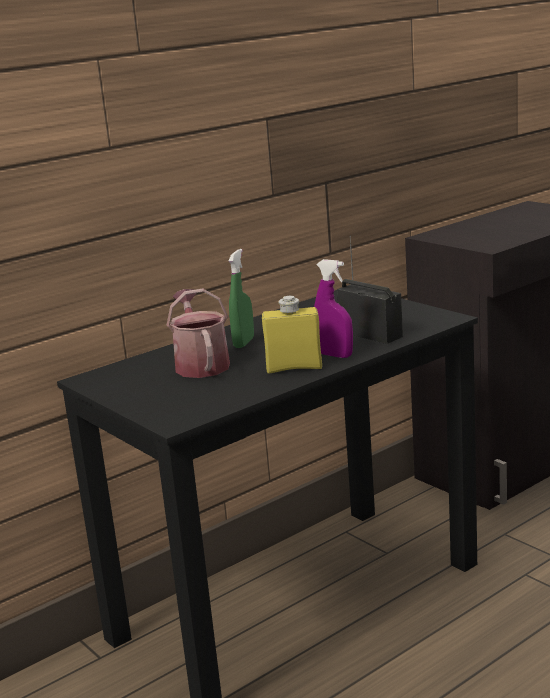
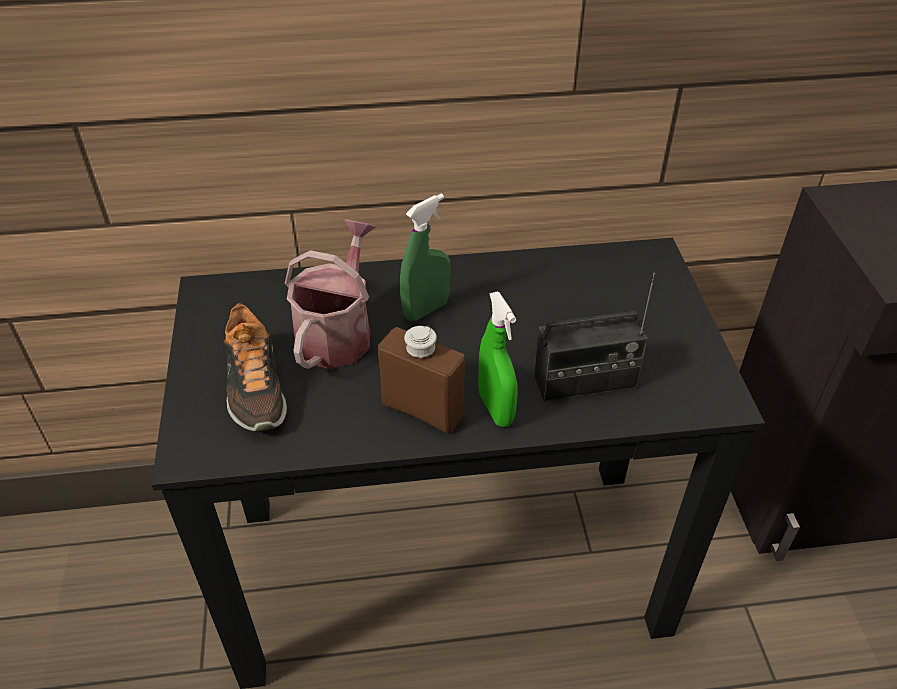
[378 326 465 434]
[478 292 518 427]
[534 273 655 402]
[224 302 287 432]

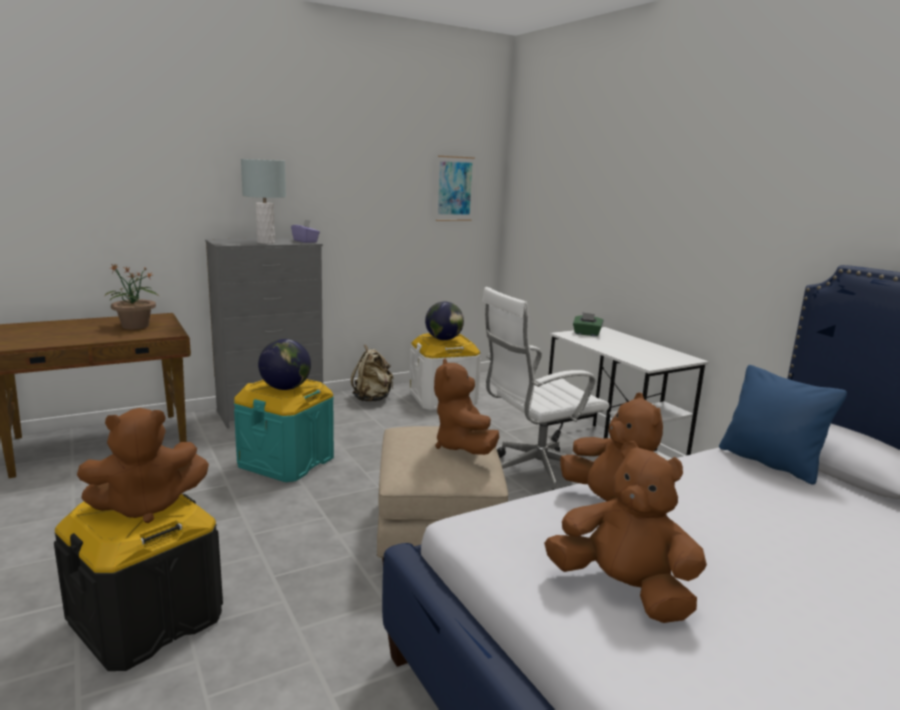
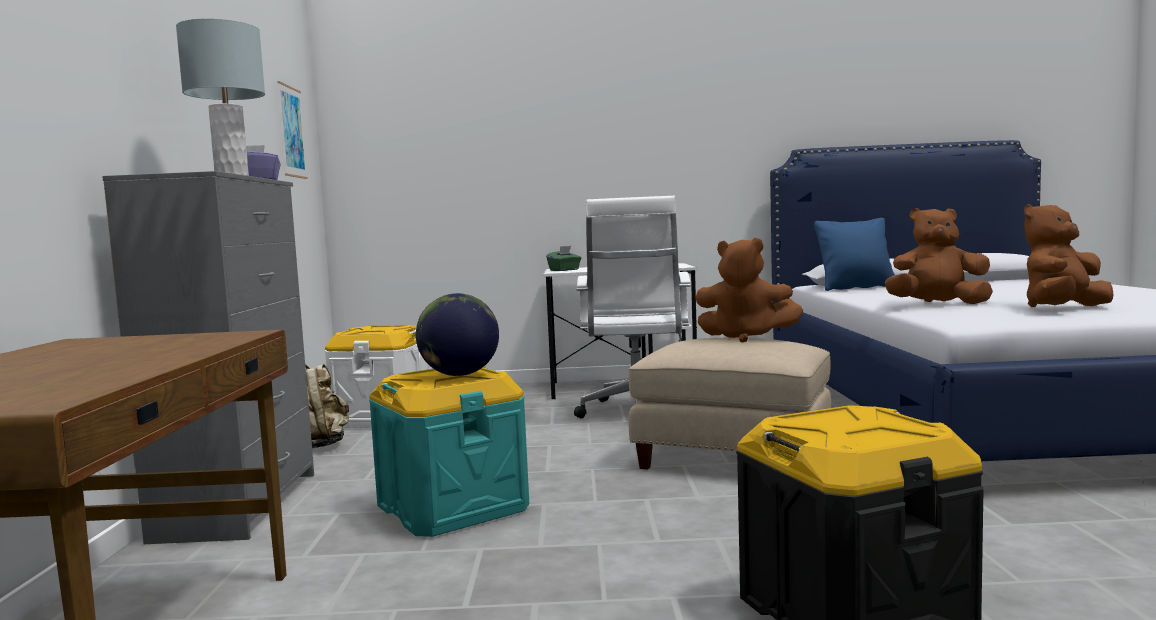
[77 408 209 523] (first image)
[105 264 160 329] (first image)
[425 302 464 340] (first image)

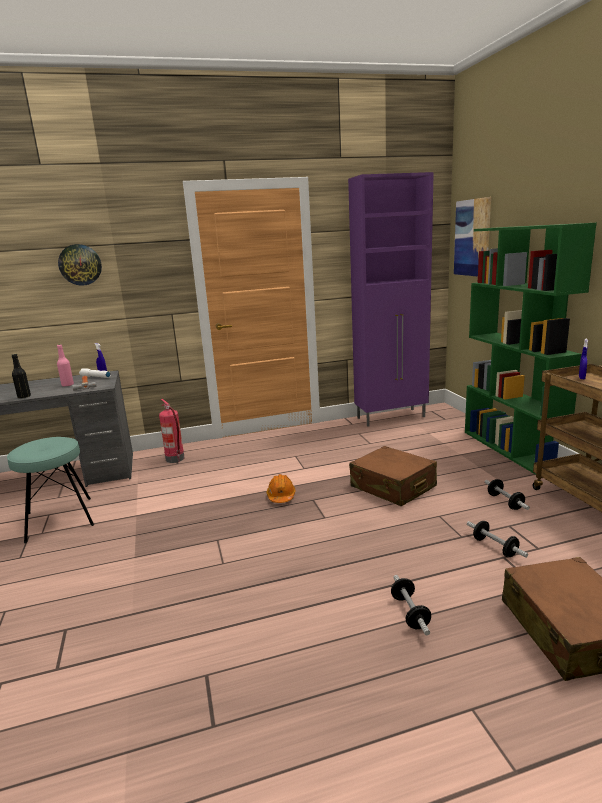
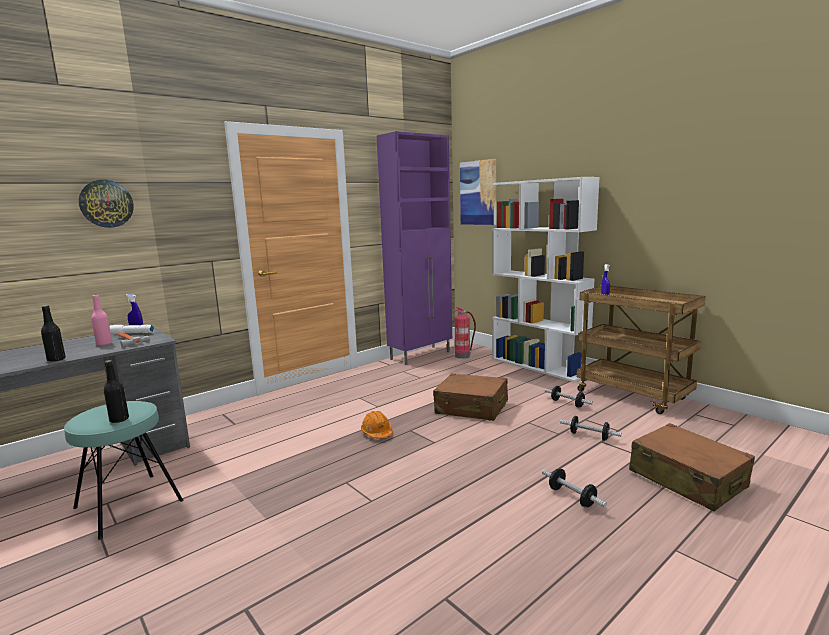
[453 306 476 359]
[492 177 600 382]
[103 360 129 423]

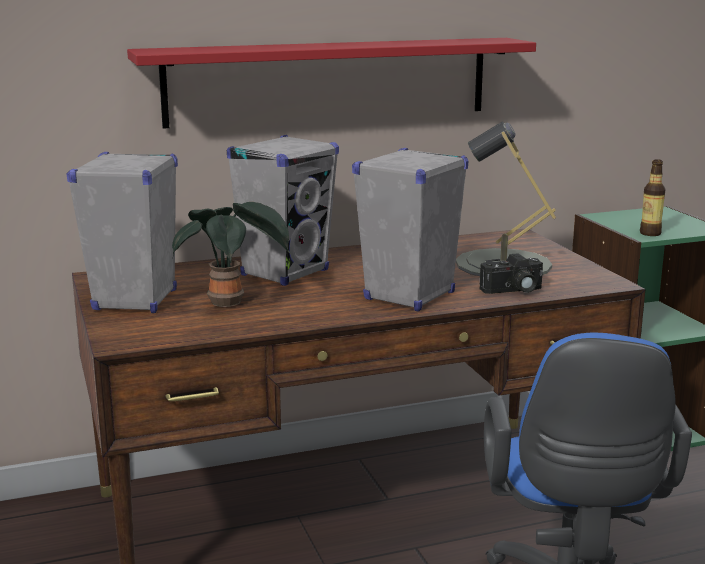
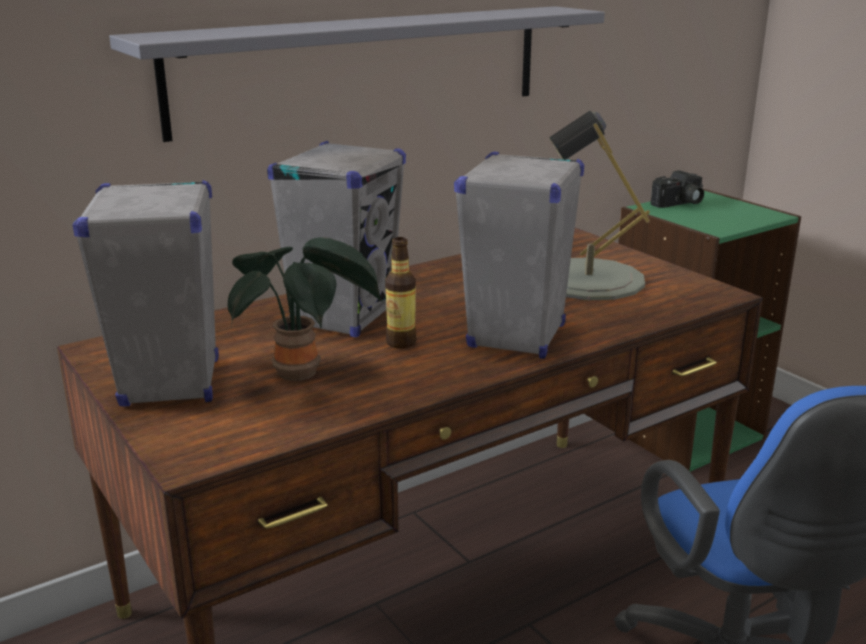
[109 6 605 142]
[651 170 704 208]
[385 237 417 349]

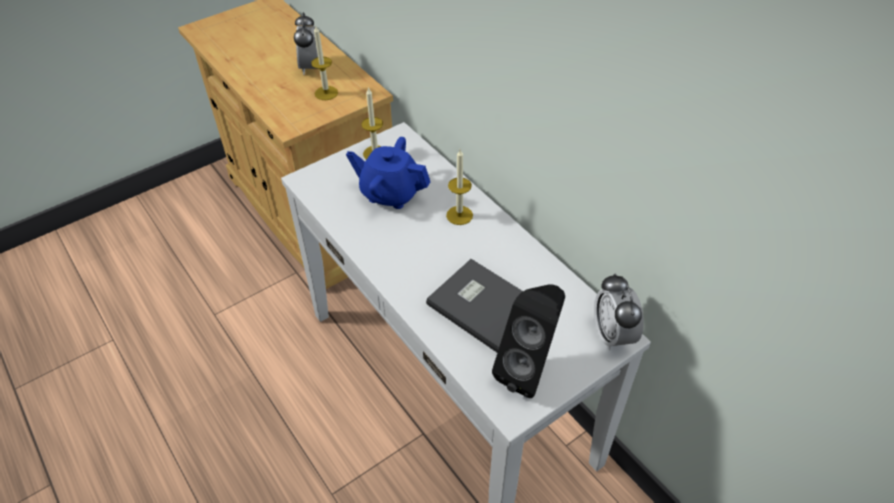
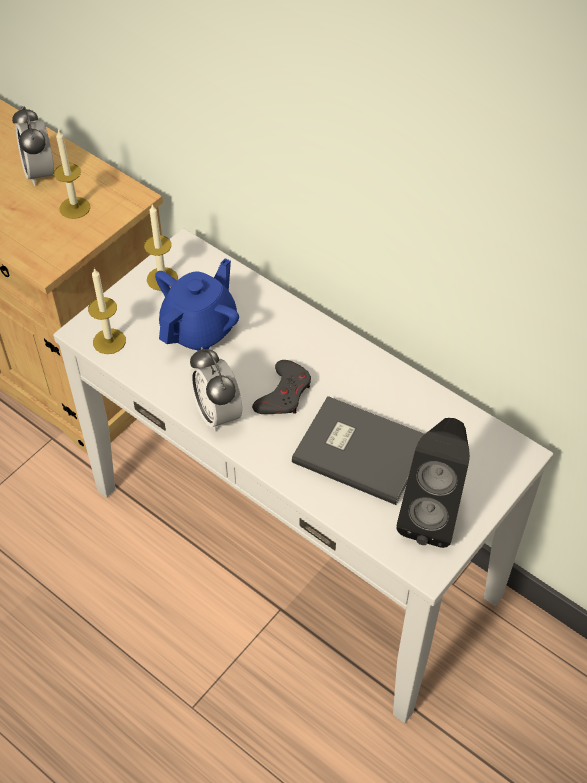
[155 258 239 351]
[88 268 126 354]
[190 347 242 432]
[252 360 311 414]

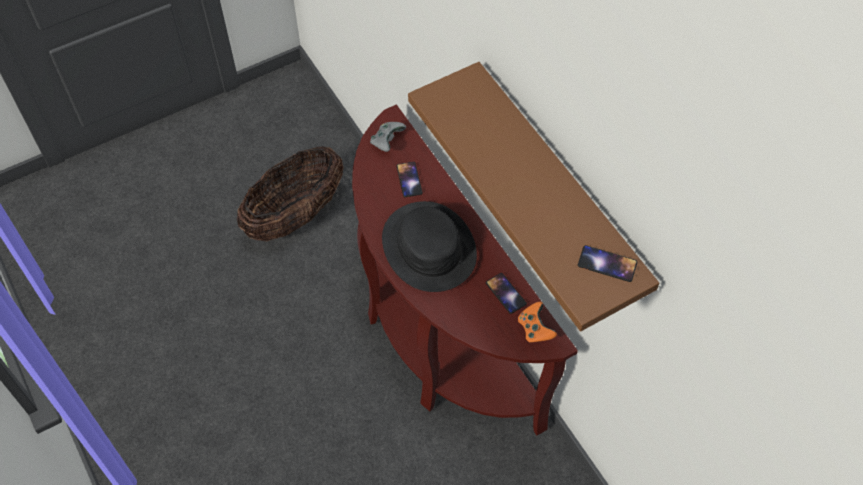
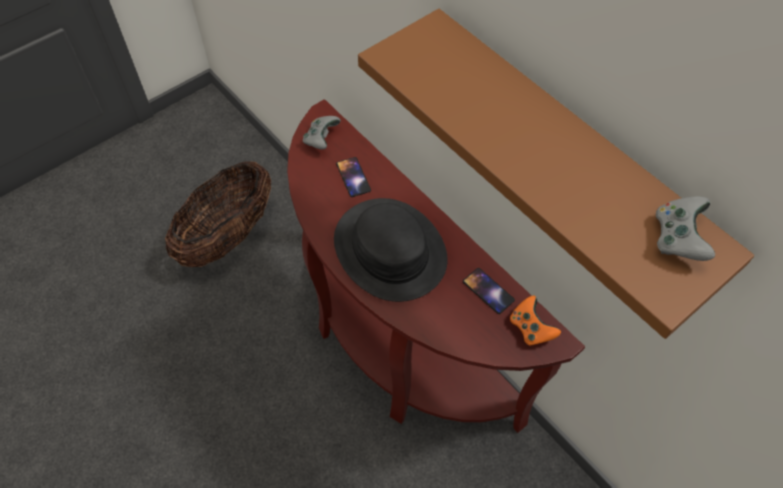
[656 196 715 261]

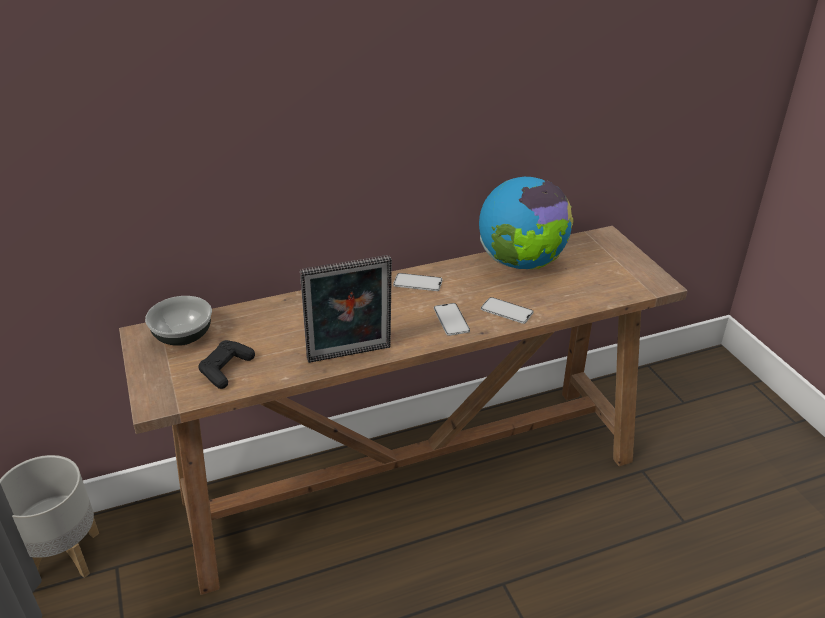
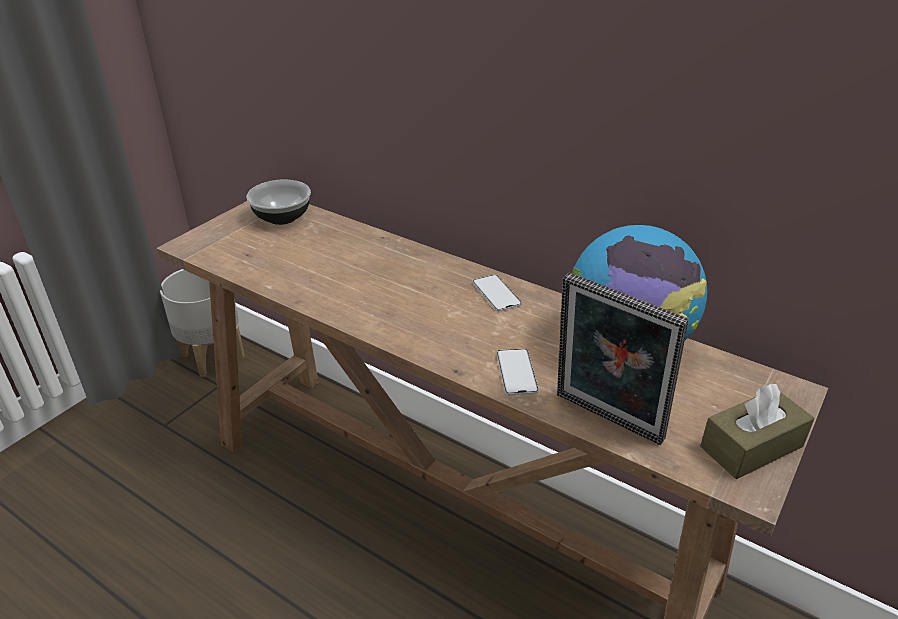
[198 340 255 389] (first image)
[557 272 689 445]
[434 303 470 336] (first image)
[700 383 814 479]

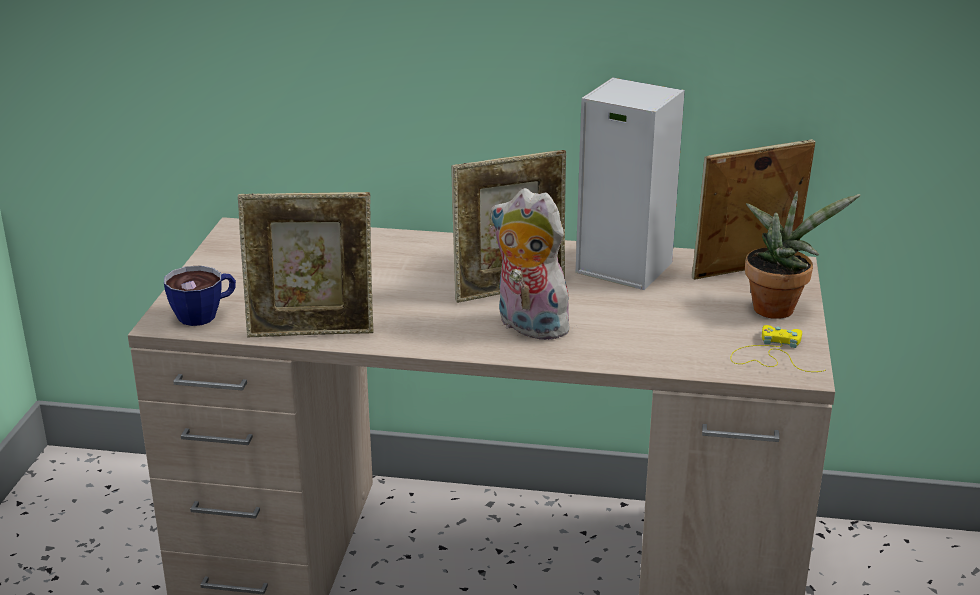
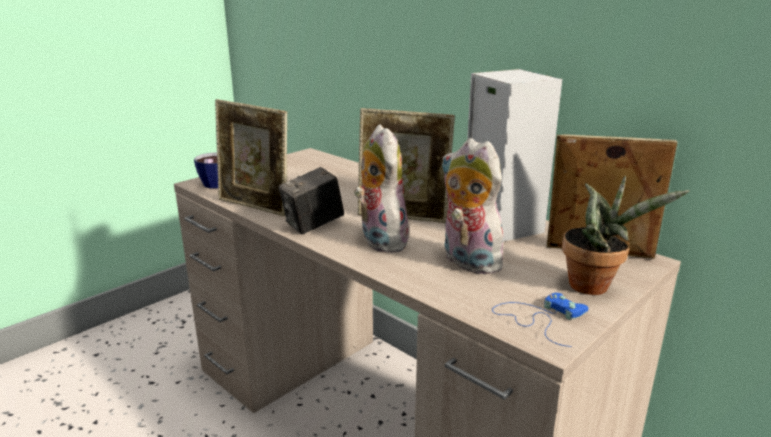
[492 293 588 347]
[278 167 344 234]
[441 138 506 274]

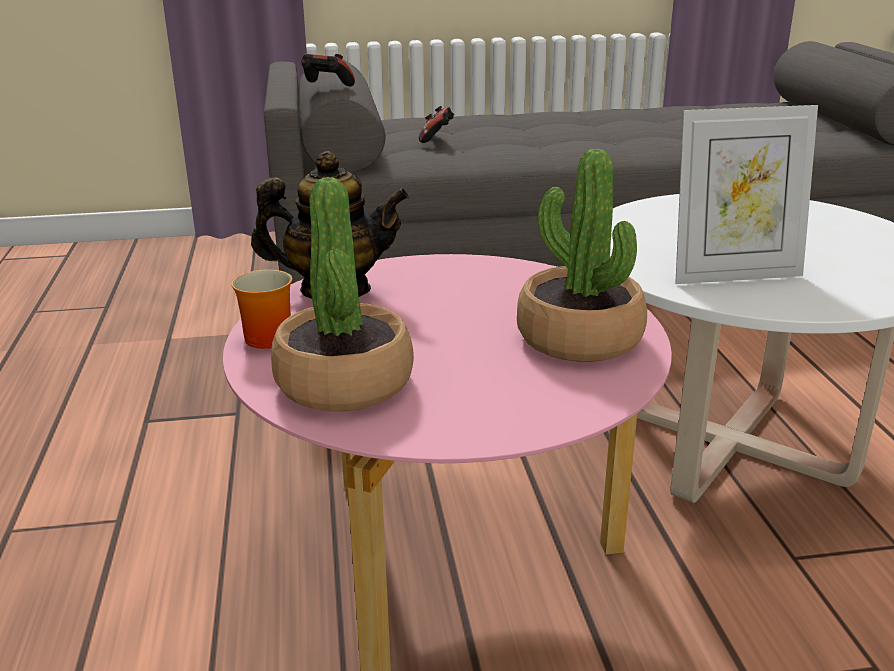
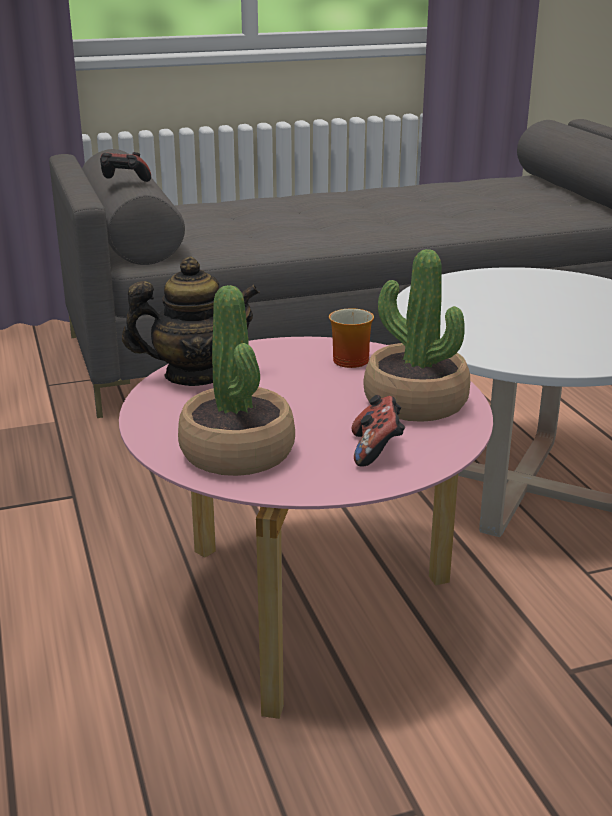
[329 309 374 368]
[351 395 405 467]
[675 105 818 284] (first image)

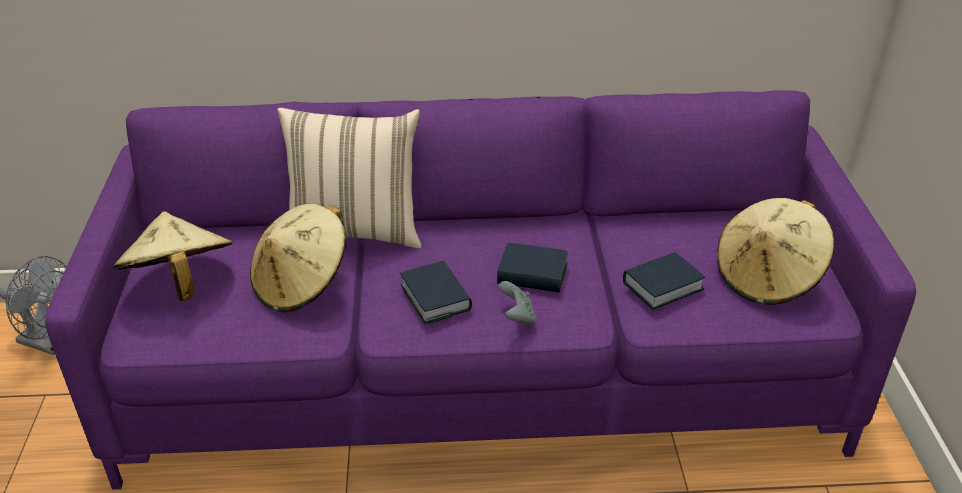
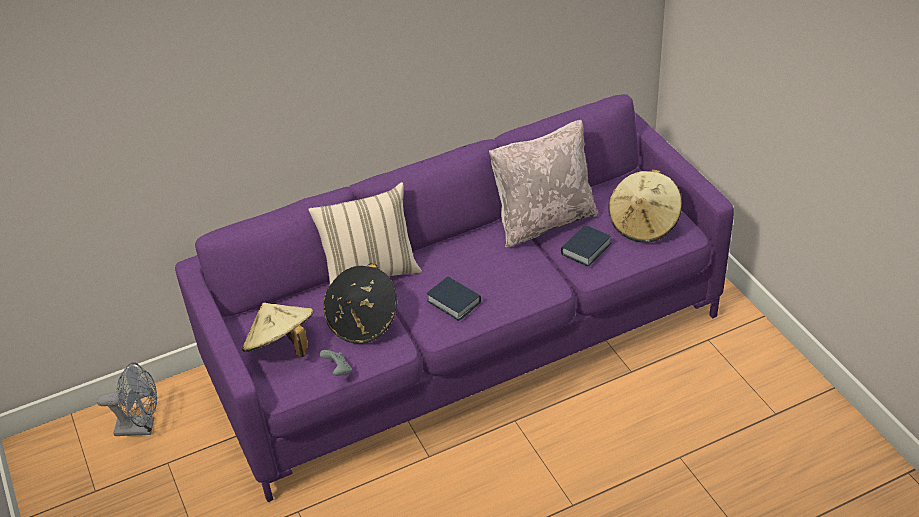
[323 263 397 344]
[497 243 568 292] (first image)
[319 350 352 376]
[489 120 598 248]

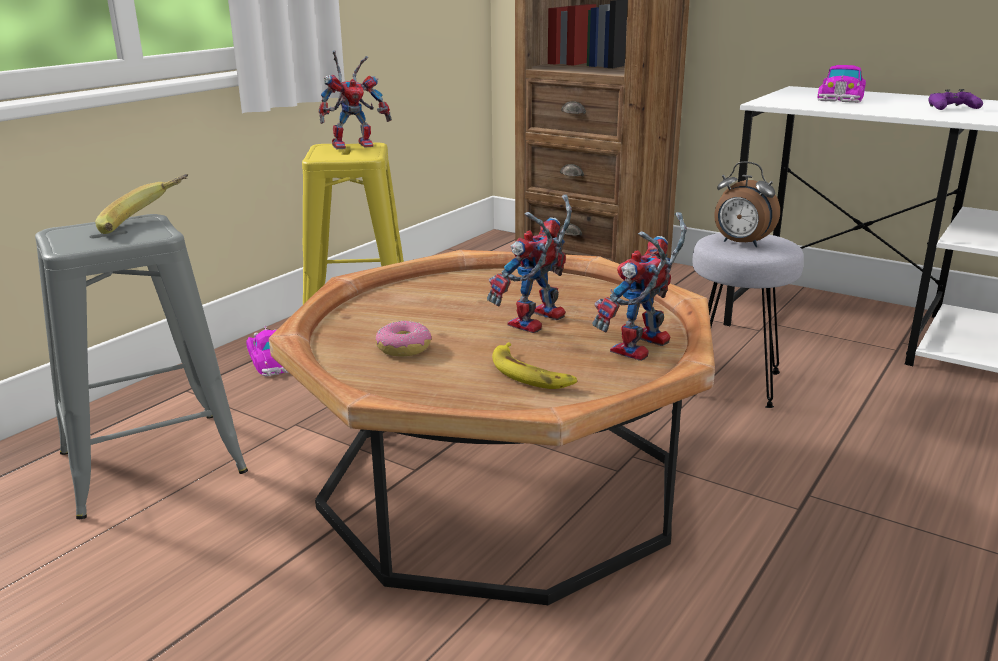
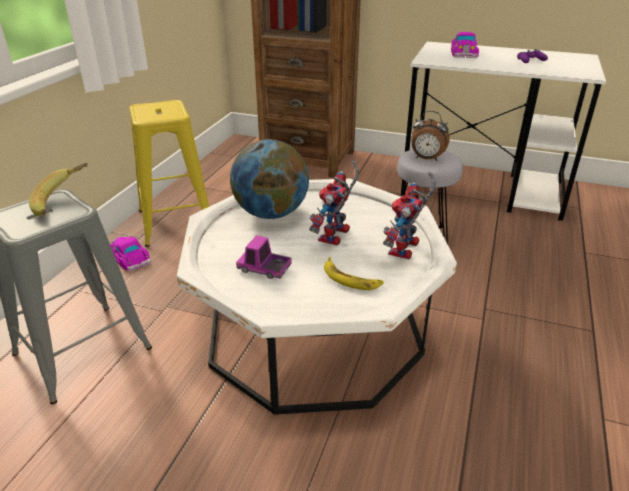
[177 179 457 415]
[319 50 392 150] (first image)
[236 235 292 279]
[230 139 309 219]

